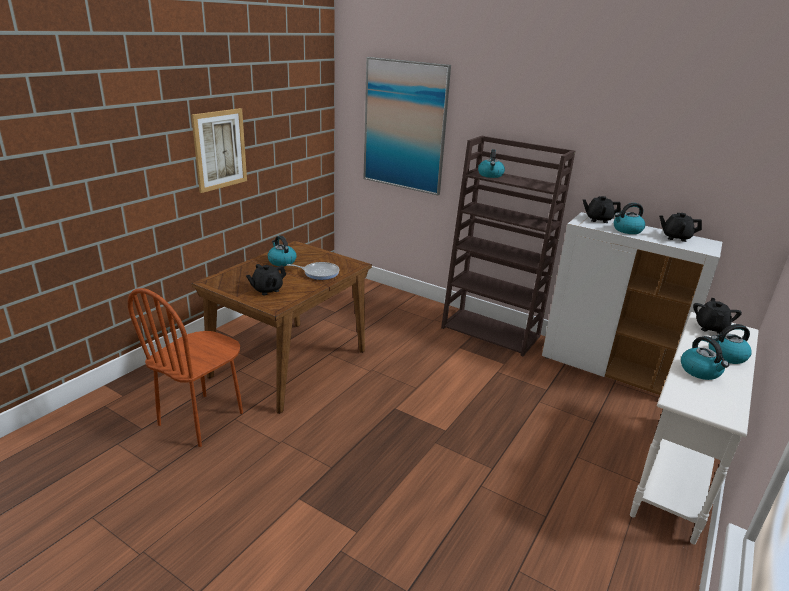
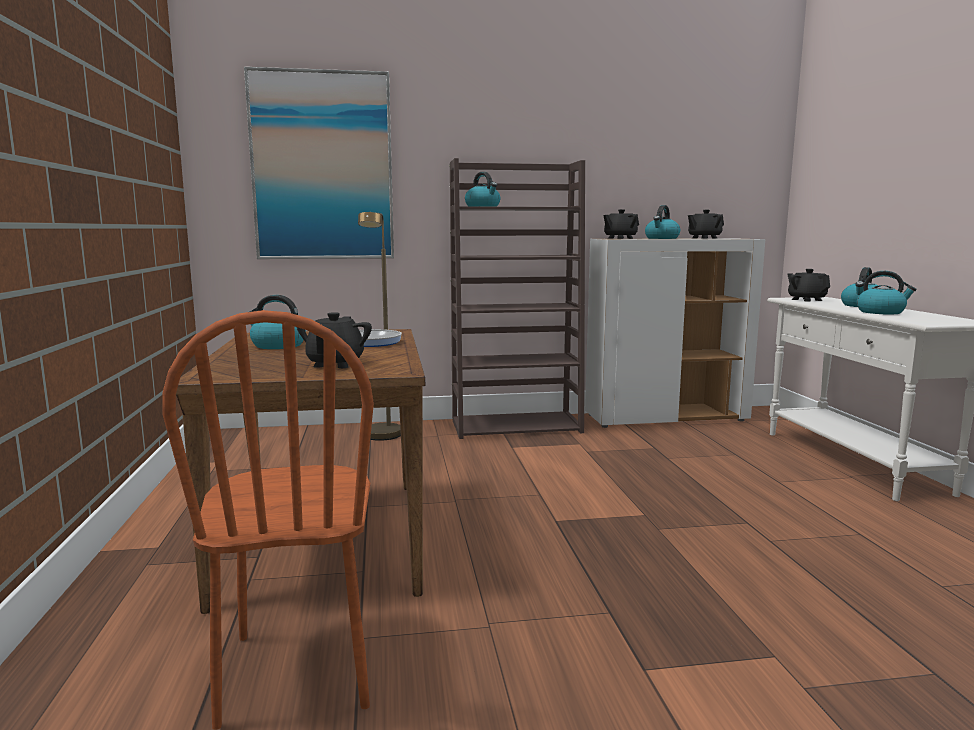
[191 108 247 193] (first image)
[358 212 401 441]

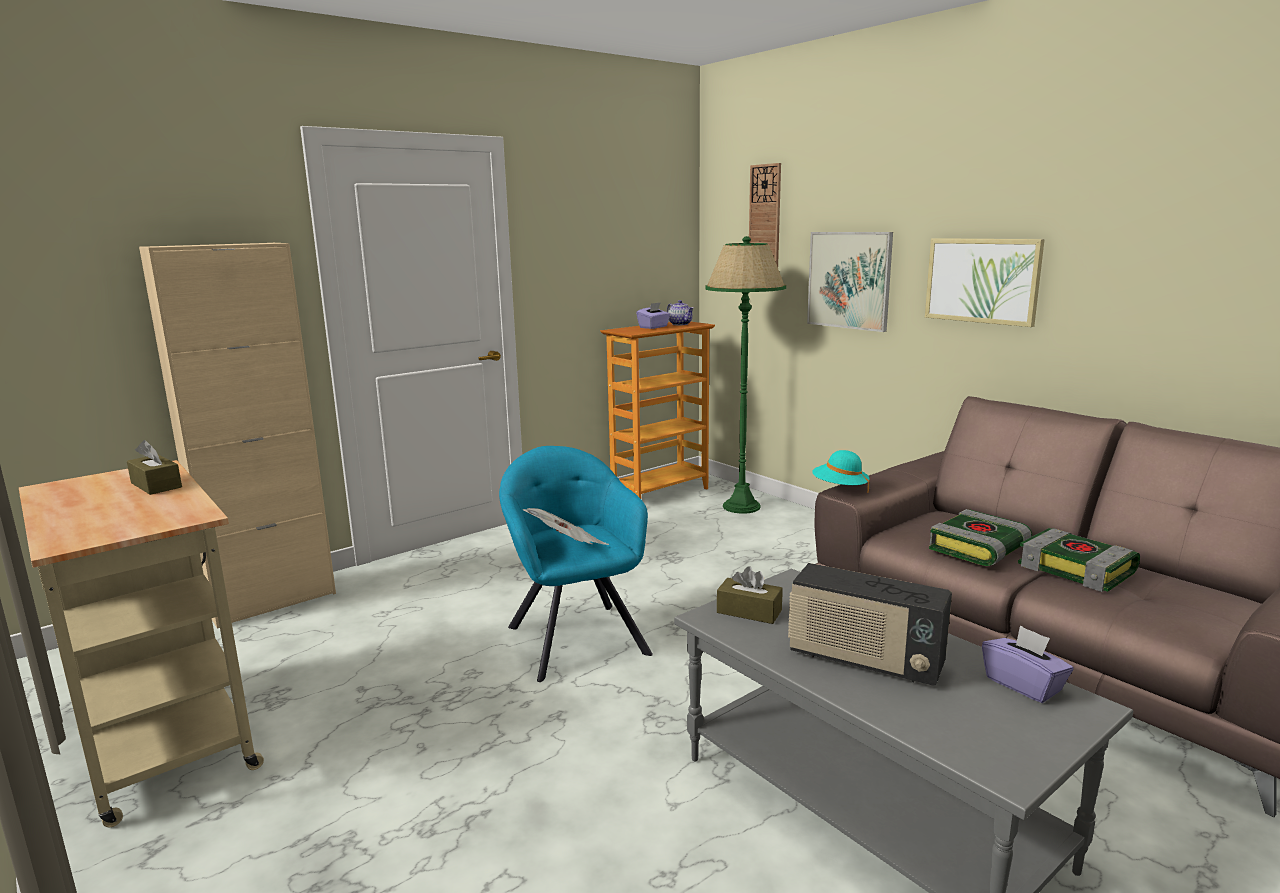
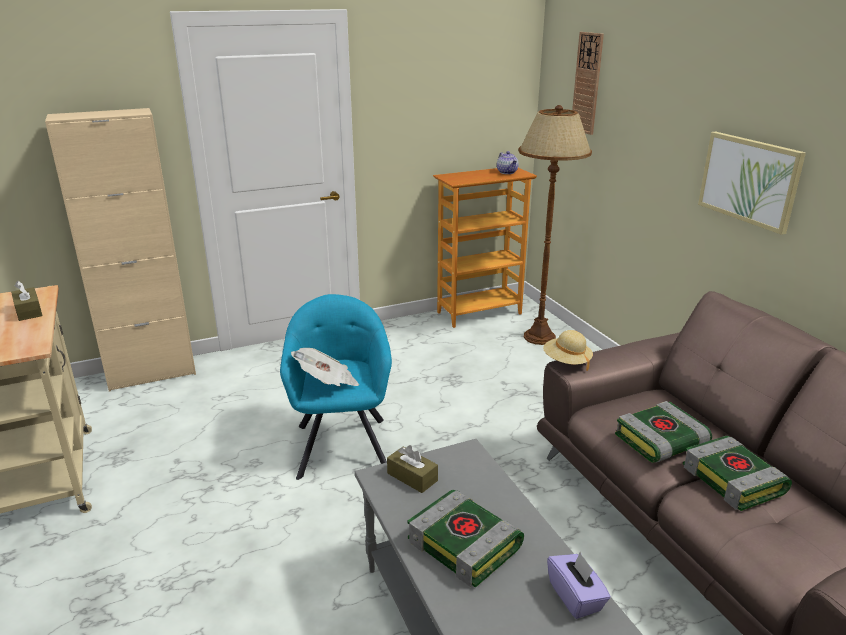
[636 302 670 329] (first image)
[518 105 592 345]
[407 490 524 588]
[807 232 893 332] (first image)
[543 330 593 371]

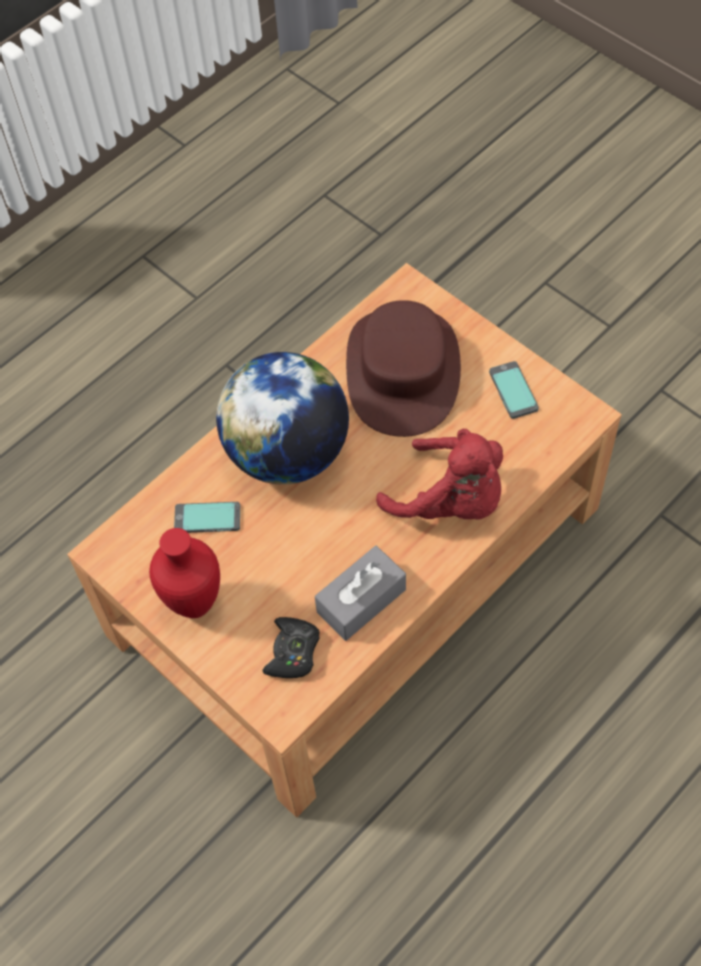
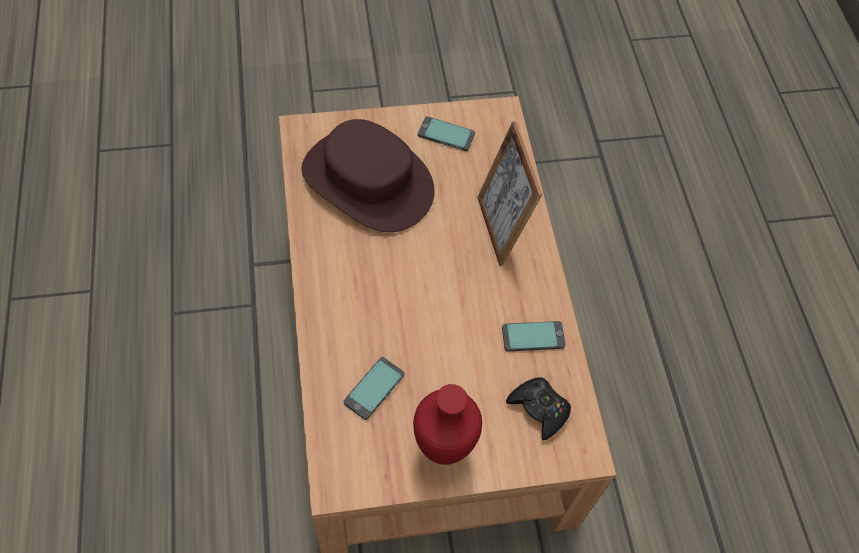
[216 352 349 485] (first image)
[502 321 566 352]
[477 121 543 266]

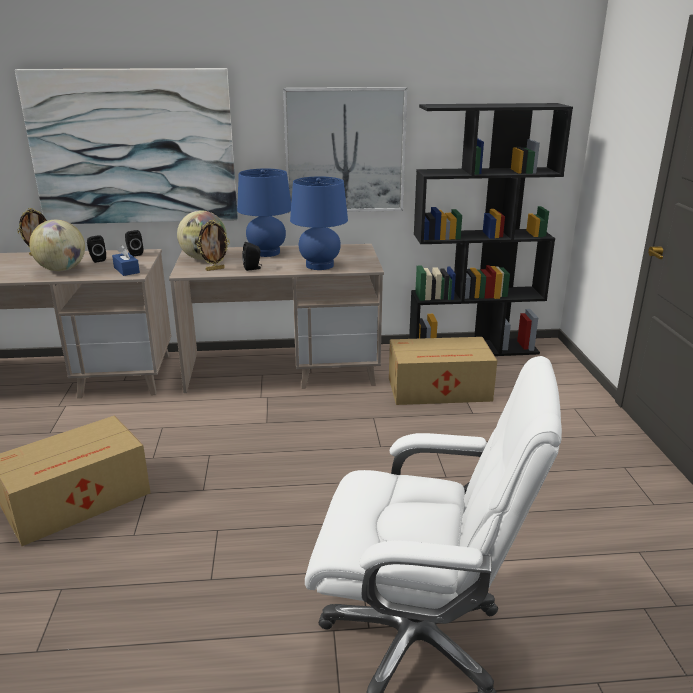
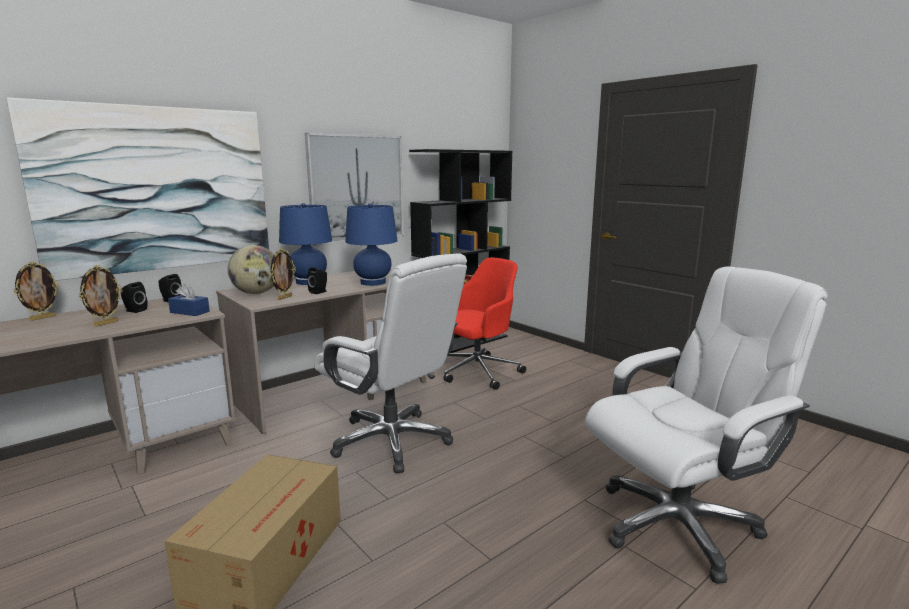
[79 265 122 327]
[444 258 526 390]
[314 253 467 473]

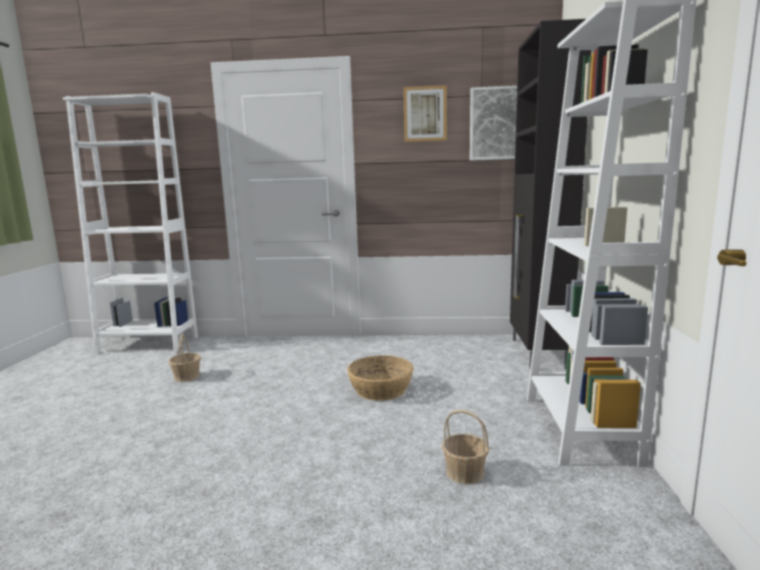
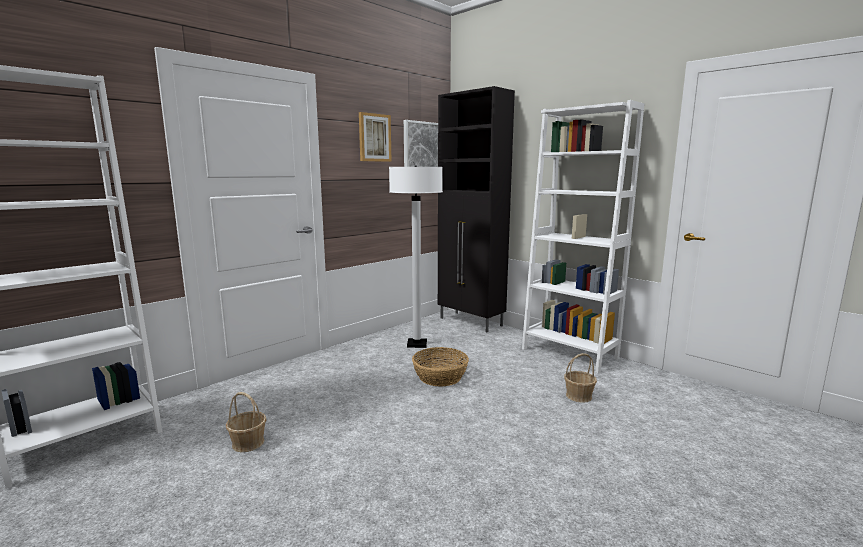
[389 166 443 348]

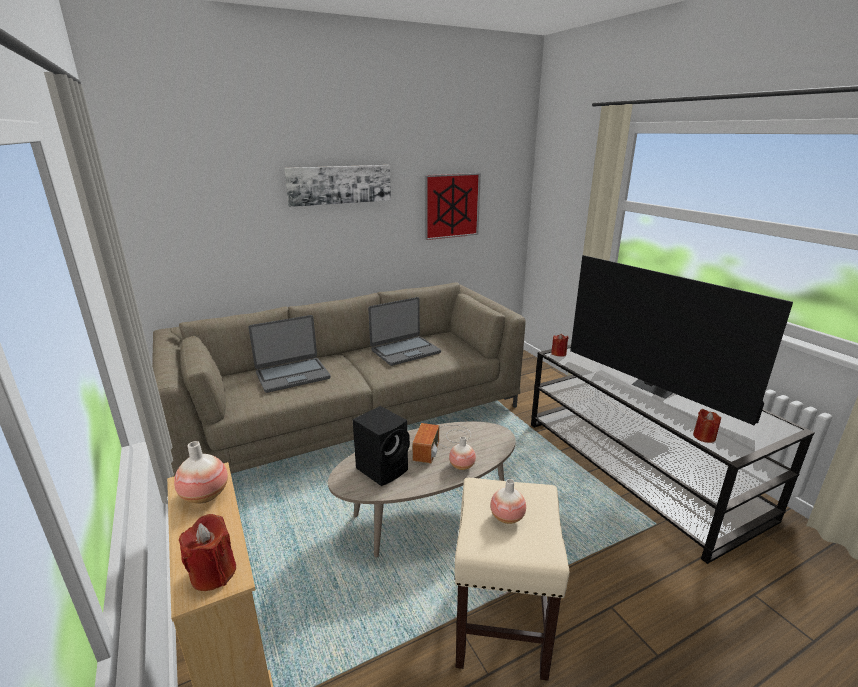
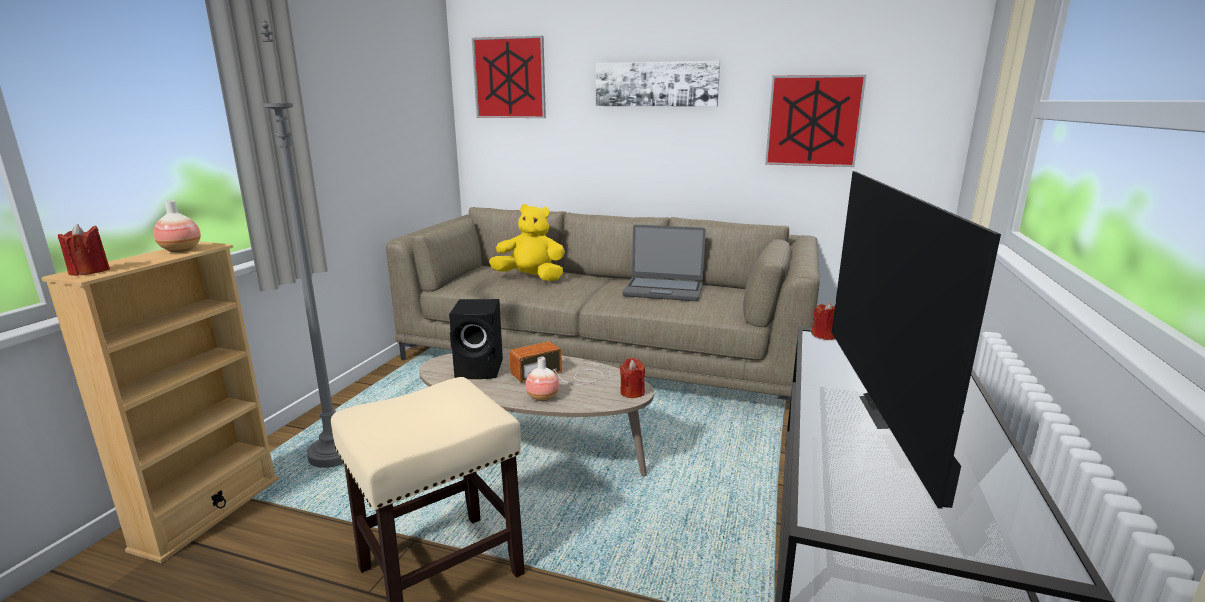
[489 204 565 281]
[490 479 526 524] (first image)
[620 358 645 398]
[260 20 344 468]
[472 36 546 118]

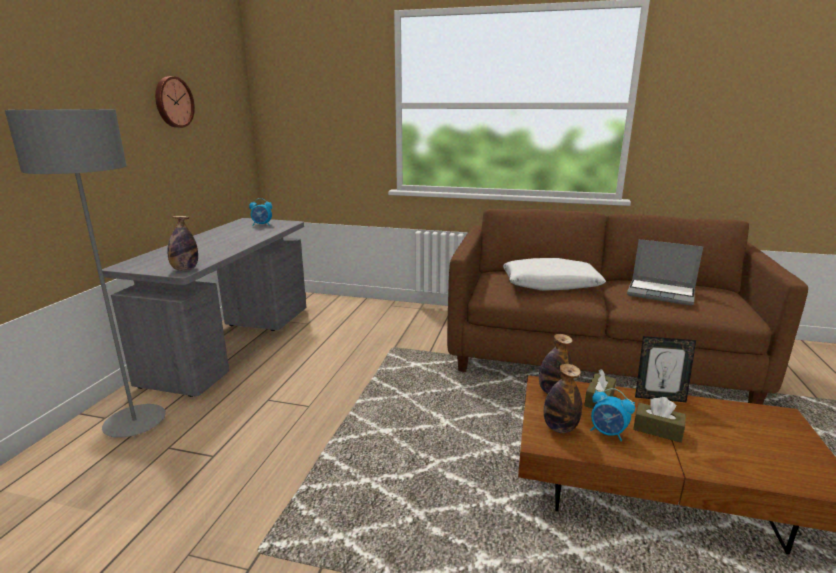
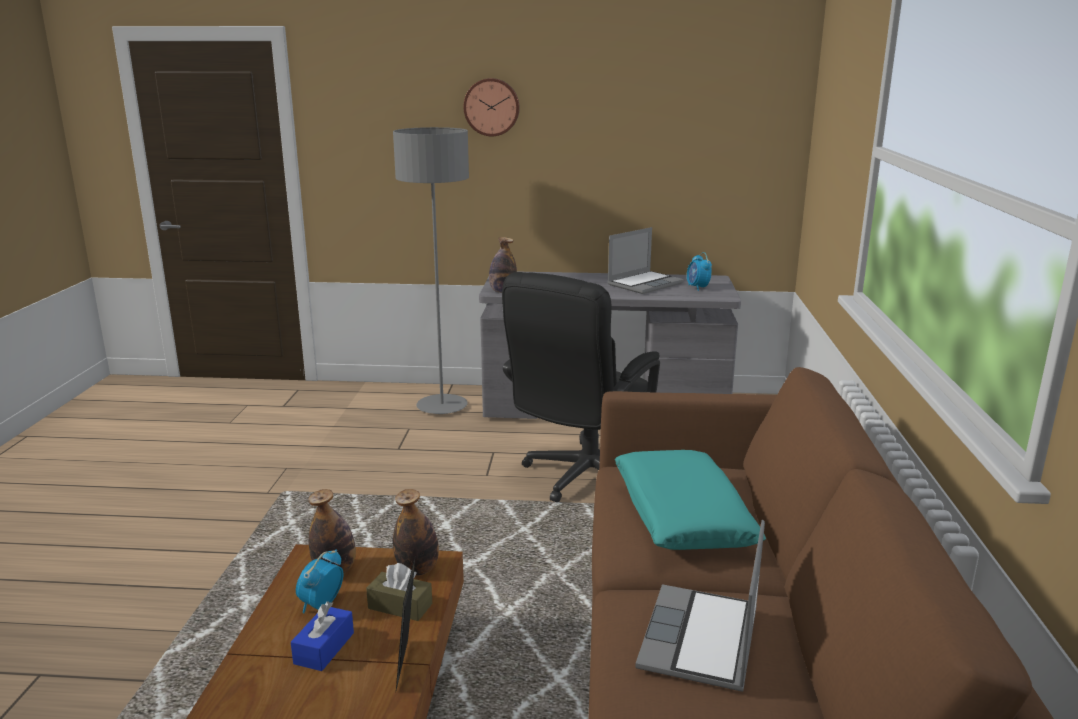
[464 78 520 136]
[615 450 766 550]
[291 601 354 671]
[502 272 660 502]
[607 227 684 294]

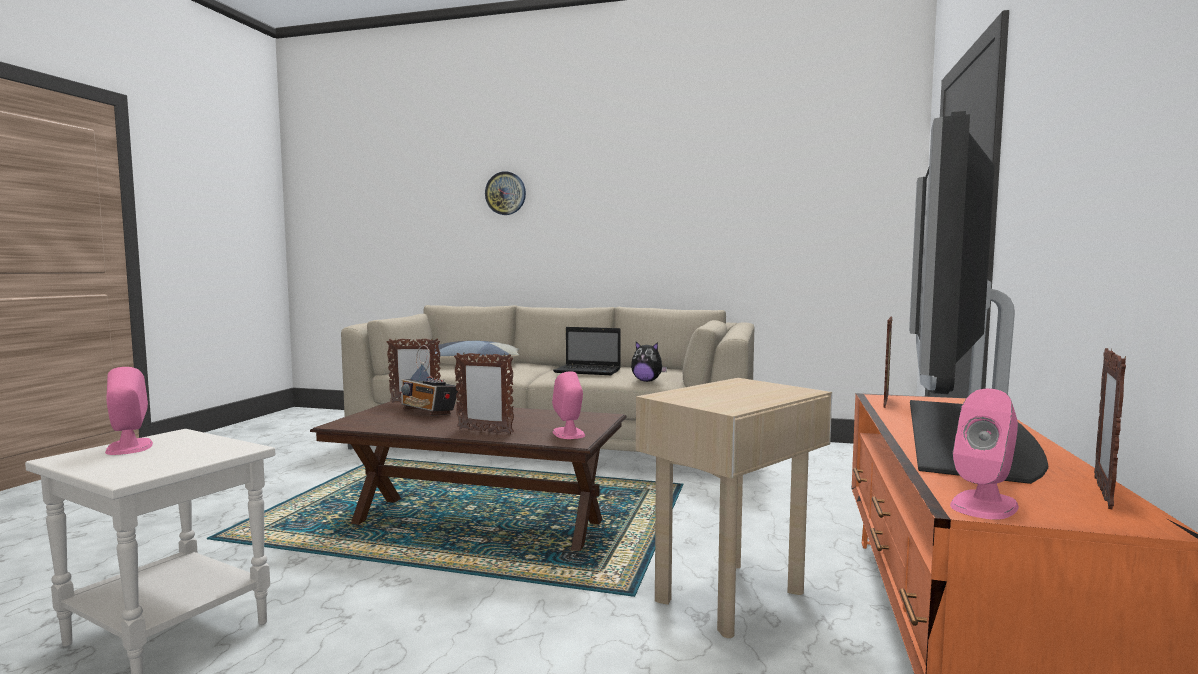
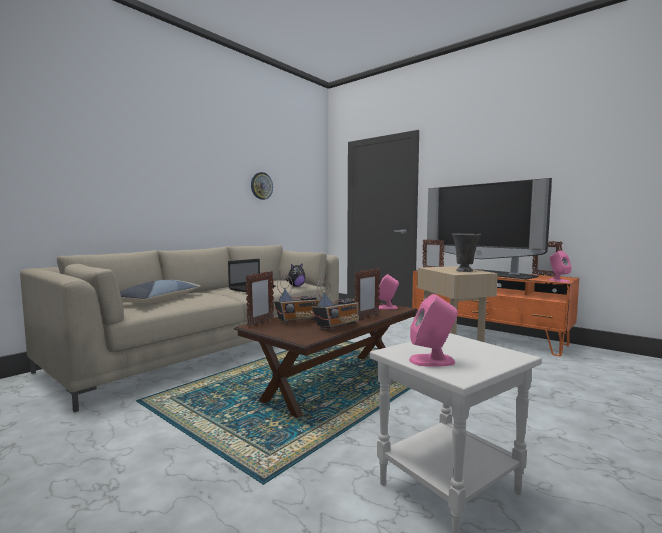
[251 172 273 200]
[312 278 359 330]
[452 233 481 272]

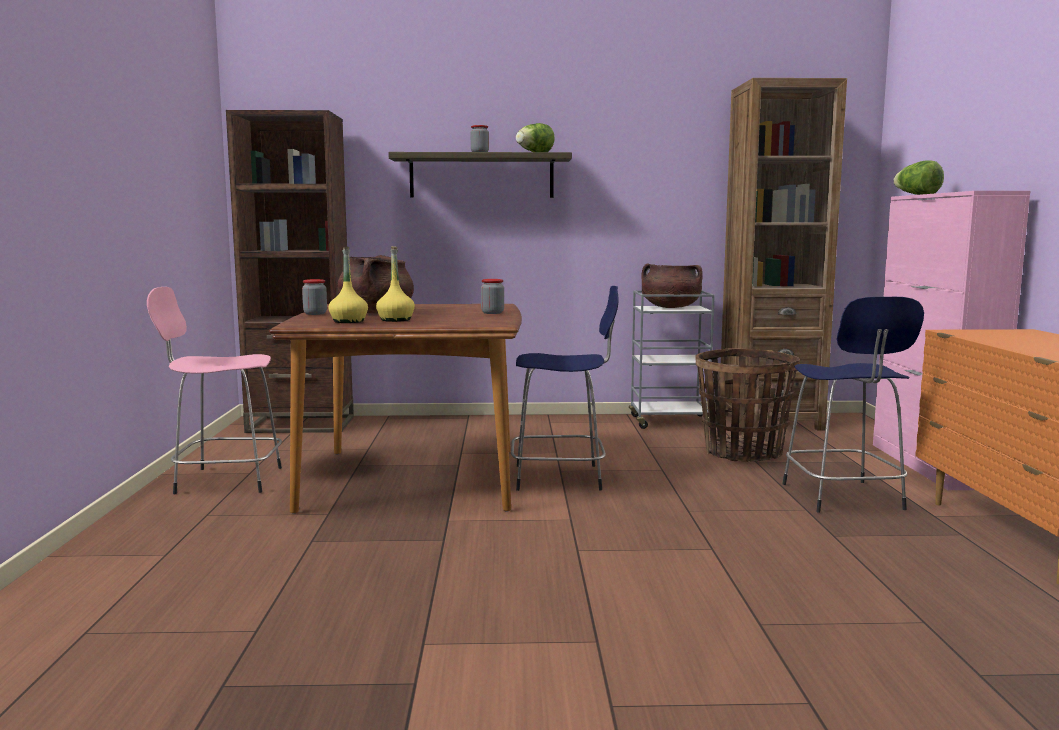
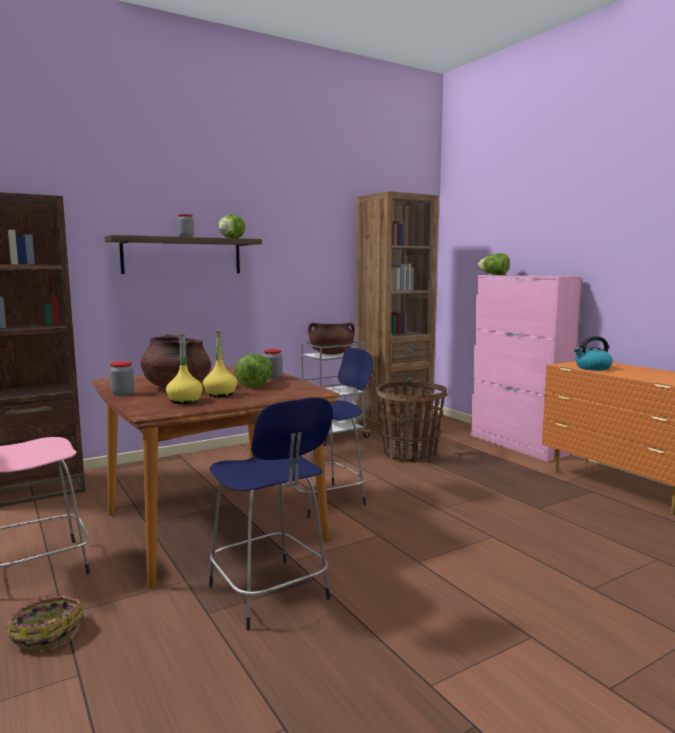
[209 397 333 630]
[7 595 83 651]
[235 354 273 388]
[574 336 613 371]

